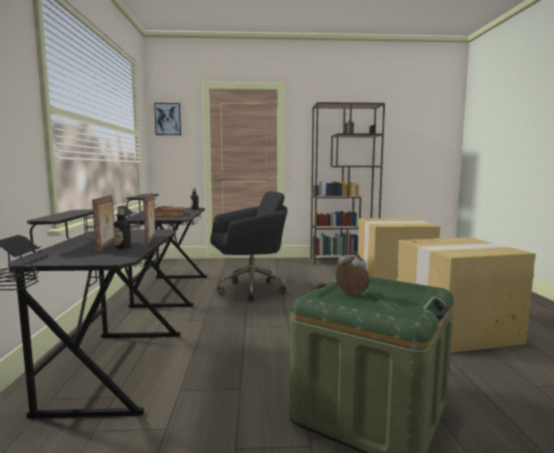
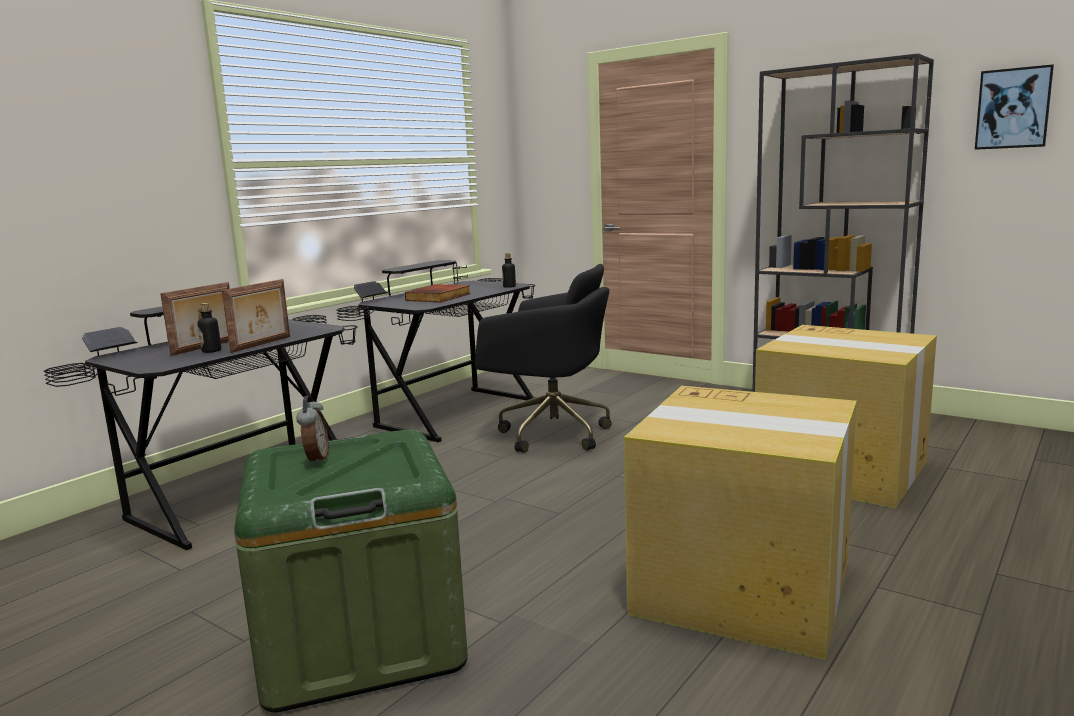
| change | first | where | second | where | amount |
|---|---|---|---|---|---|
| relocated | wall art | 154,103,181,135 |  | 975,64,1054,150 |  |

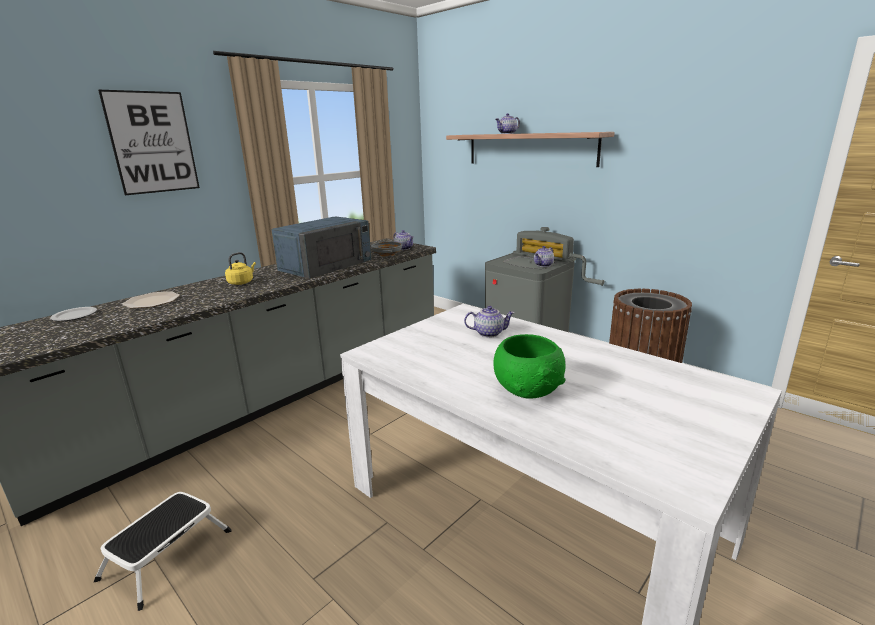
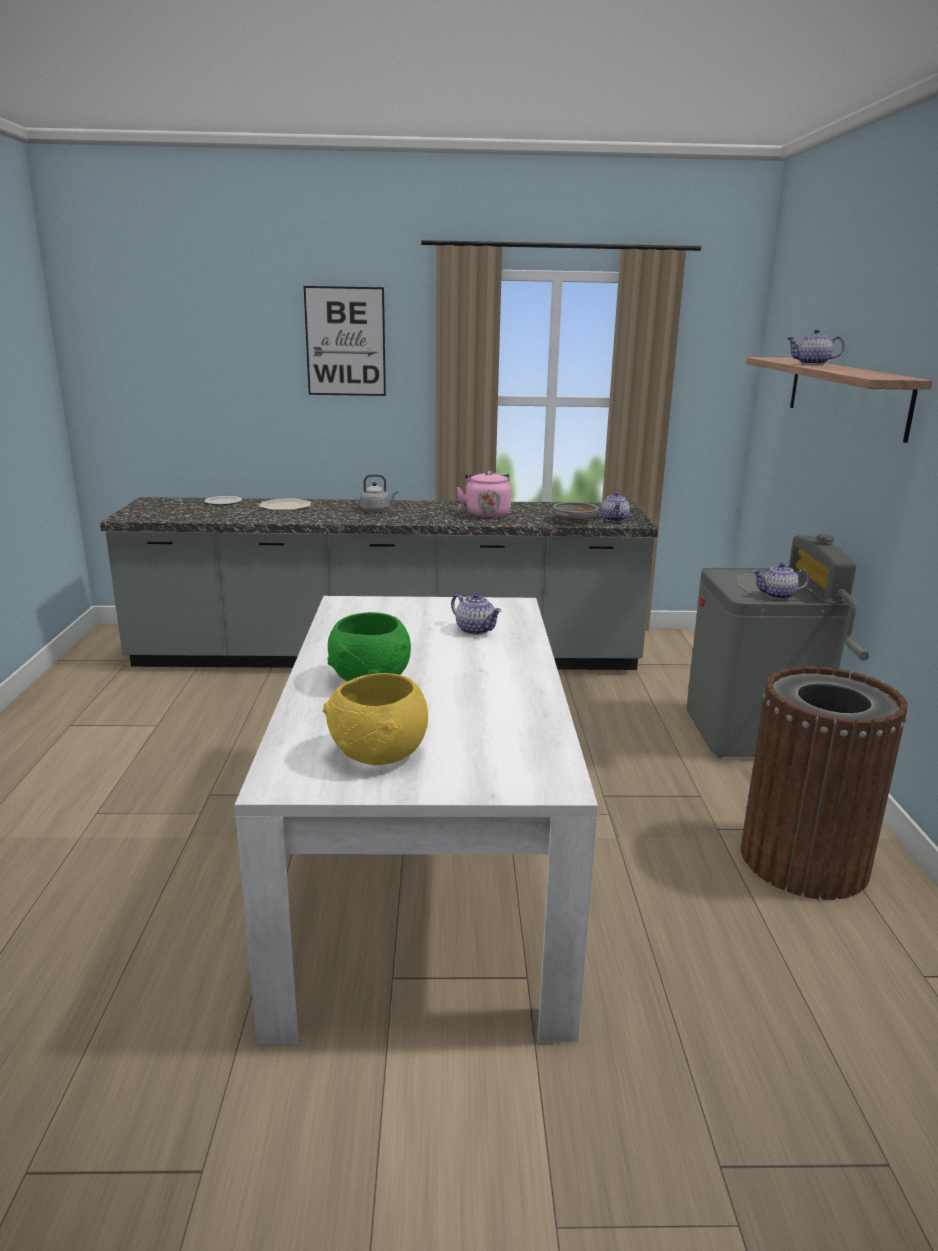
| change | first | where | second | where | amount |
|---|---|---|---|---|---|
| missing | black step ladder | 94,492,232,611 |  |  |  |
| colour | yellow water kettle | 225,252,256,285 | greyish water kettle | 360,474,398,512 |  |
| exchanged | bluish microwave oven | 272,216,371,278 | pink water kettle | 456,471,512,518 |  |
| appeared |  |  | yellow bowl | 323,673,428,765 |  |

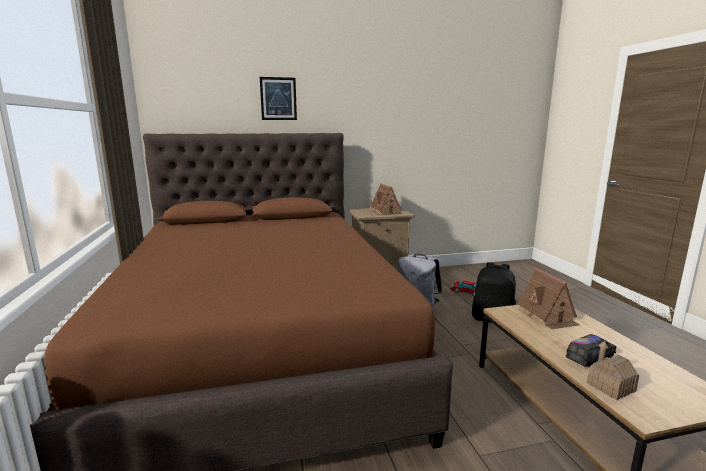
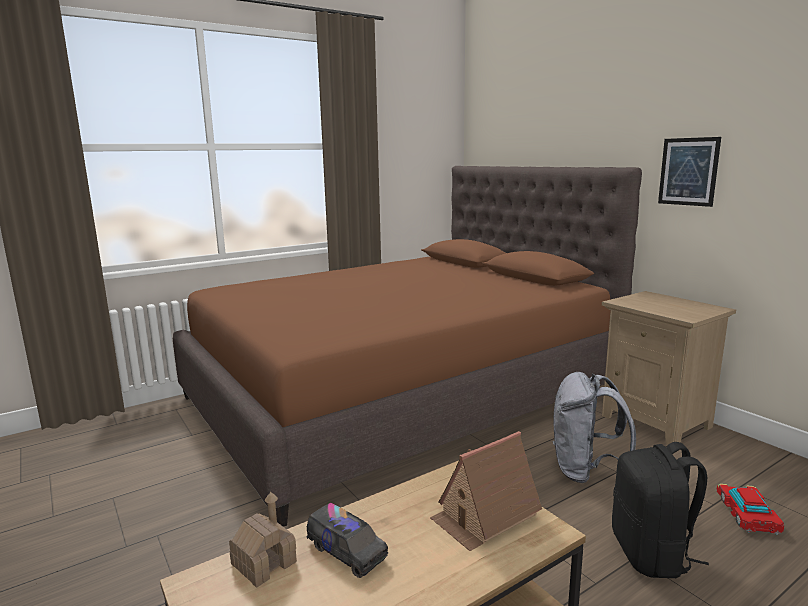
| change | first | where | second | where | amount |
|---|---|---|---|---|---|
| relocated | wall art | 260,77,297,120 |  | 658,137,721,207 |  |
| missing | toy house | 370,183,402,215 |  |  |  |

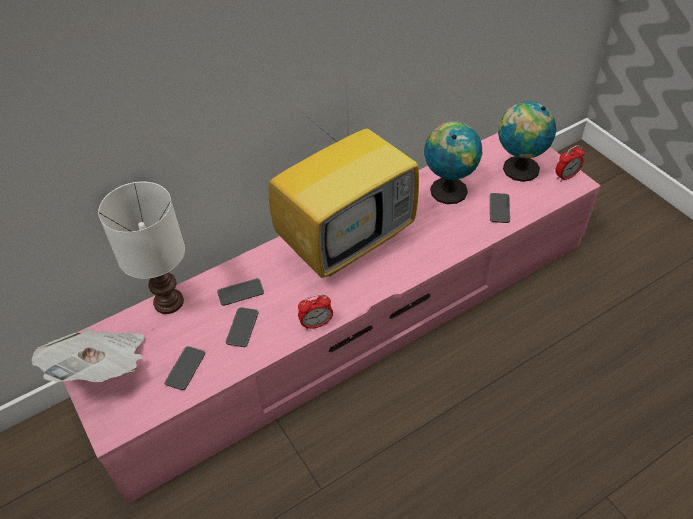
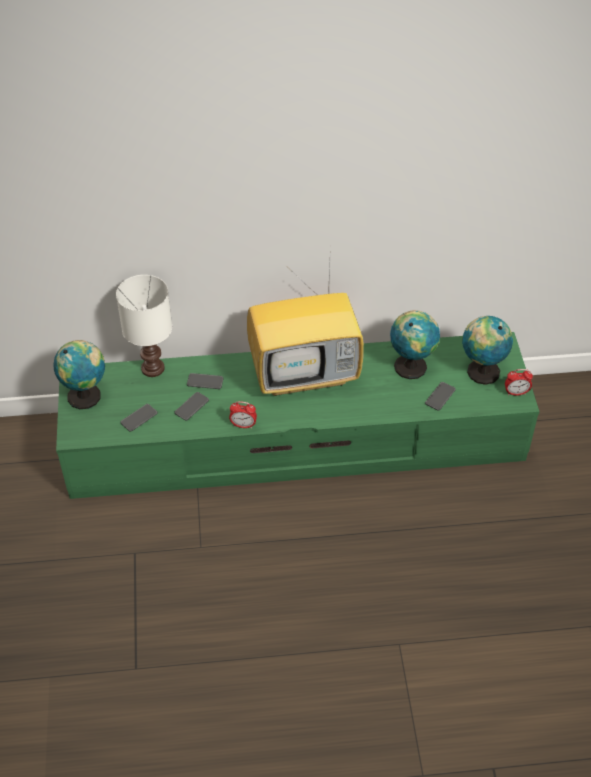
| change | first | where | second | where | amount |
|---|---|---|---|---|---|
| exchanged | daily paper | 31,329,145,382 | globe | 53,340,105,409 |  |
| colour | pink tv unit | 63,133,601,504 | greenish tv unit | 56,332,540,499 |  |

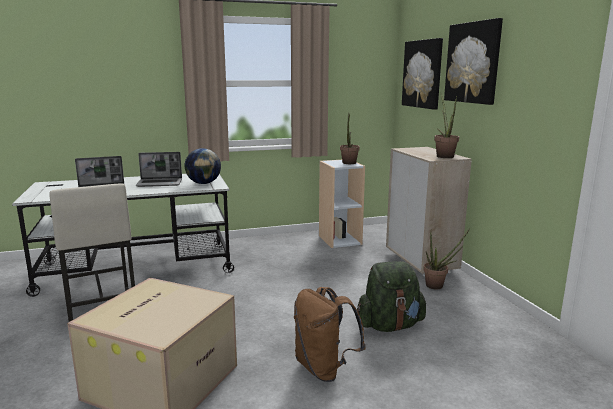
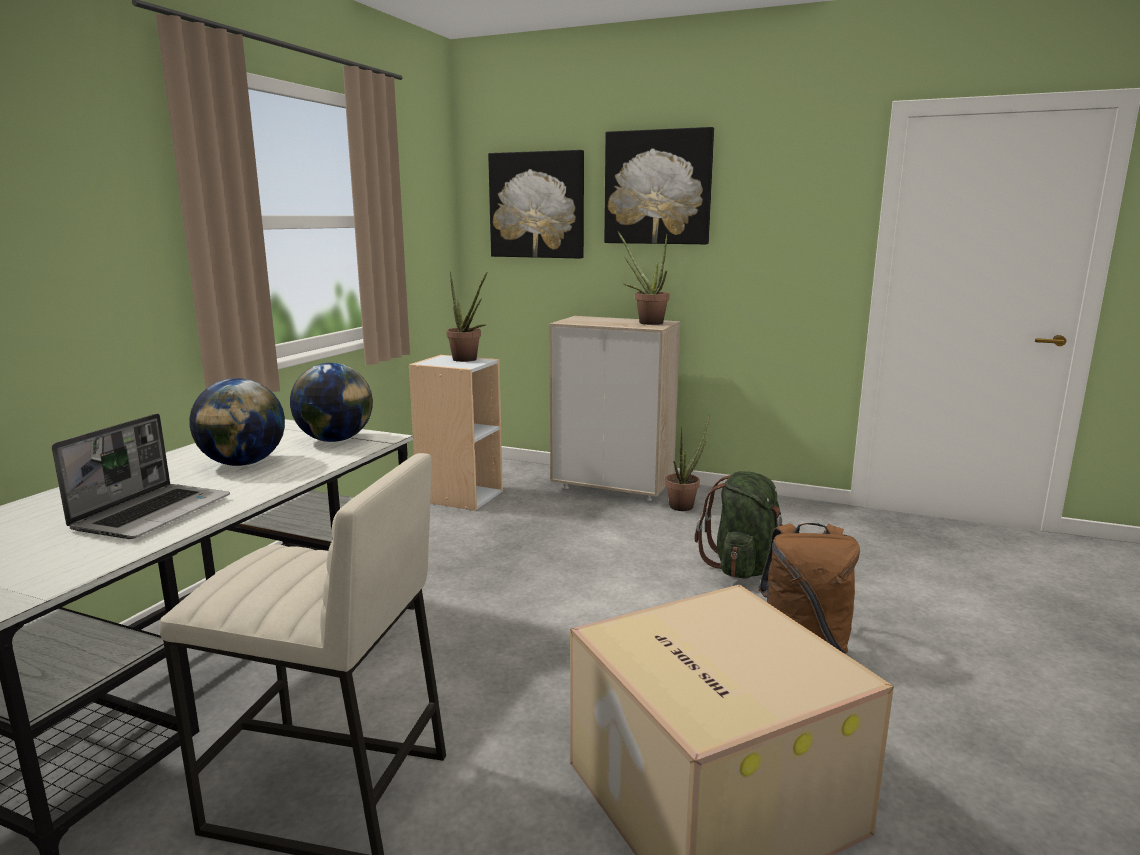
| change | first | where | second | where | amount |
|---|---|---|---|---|---|
| exchanged | portable computer | 136,152,182,187 | globe | 189,378,285,466 |  |

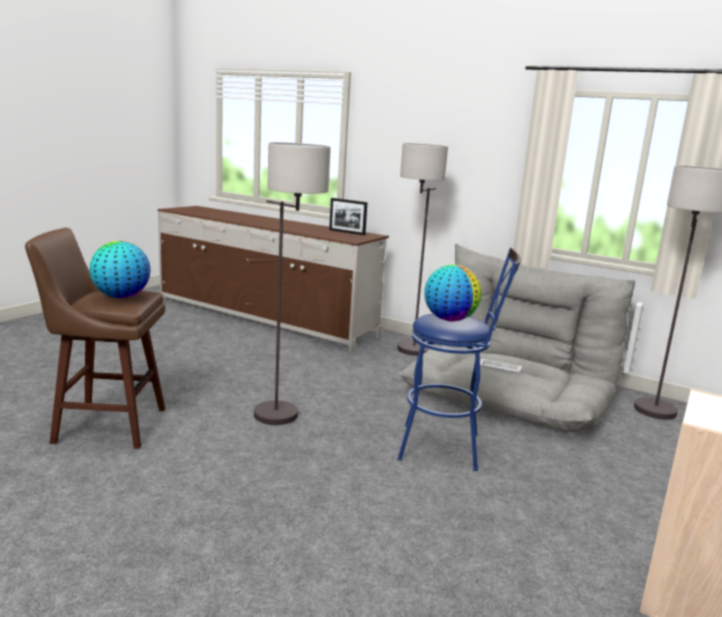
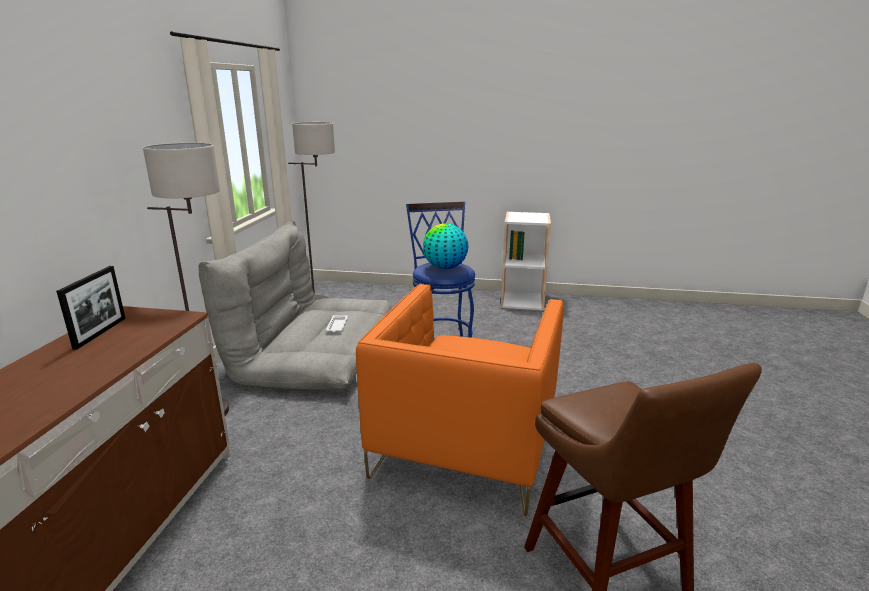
| change | first | where | second | where | amount |
|---|---|---|---|---|---|
| missing | globe | 89,241,151,298 |  |  |  |
| exchanged | greyish standard lamp | 254,142,331,425 | orange armchair | 356,283,564,517 |  |

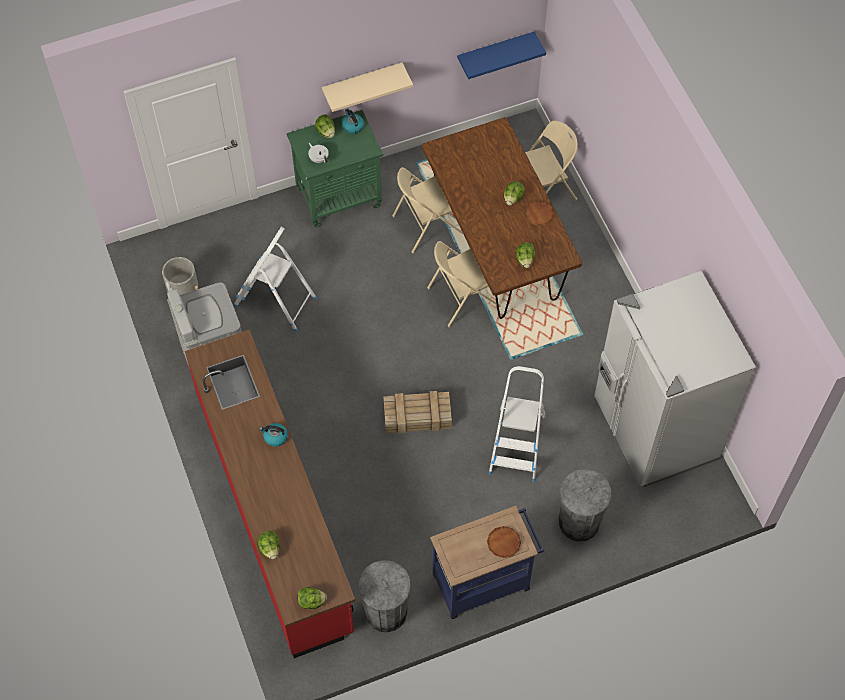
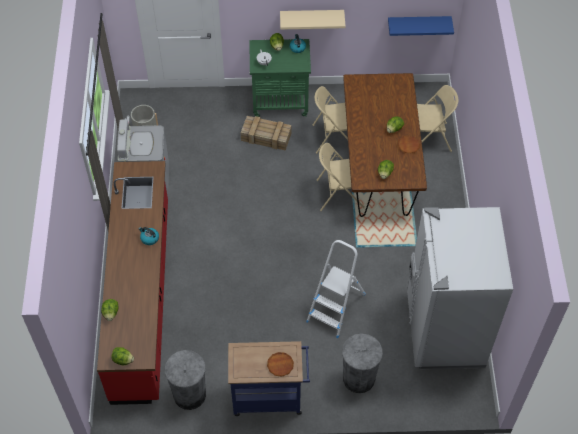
| change | first | where | second | where | amount |
|---|---|---|---|---|---|
| missing | whitish step ladder | 234,226,317,332 |  |  |  |
| relocated | crate | 383,391,452,433 |  | 241,116,292,151 |  |

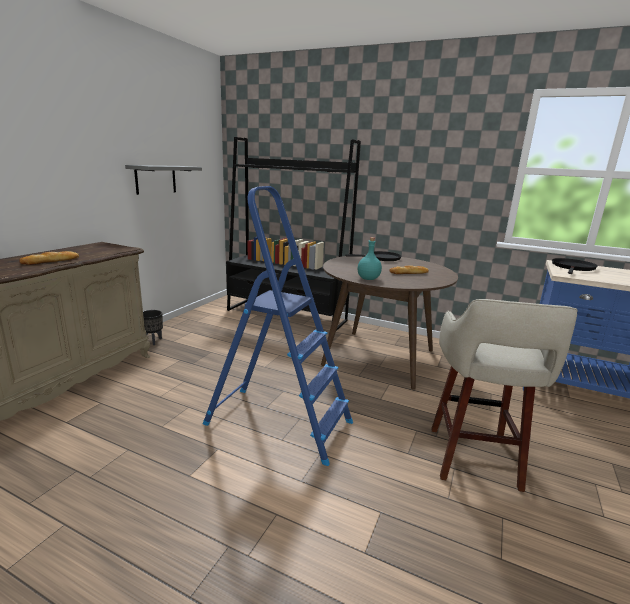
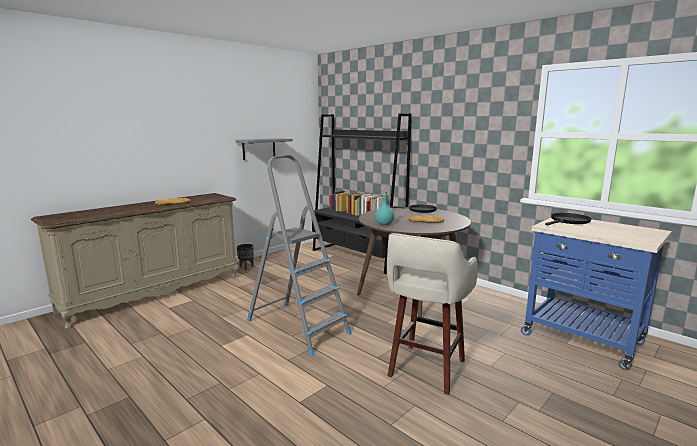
| change | first | where | second | where | amount |
|---|---|---|---|---|---|
| colour | bluish step ladder | 203,186,353,466 | greyish step ladder | 247,155,351,355 |  |

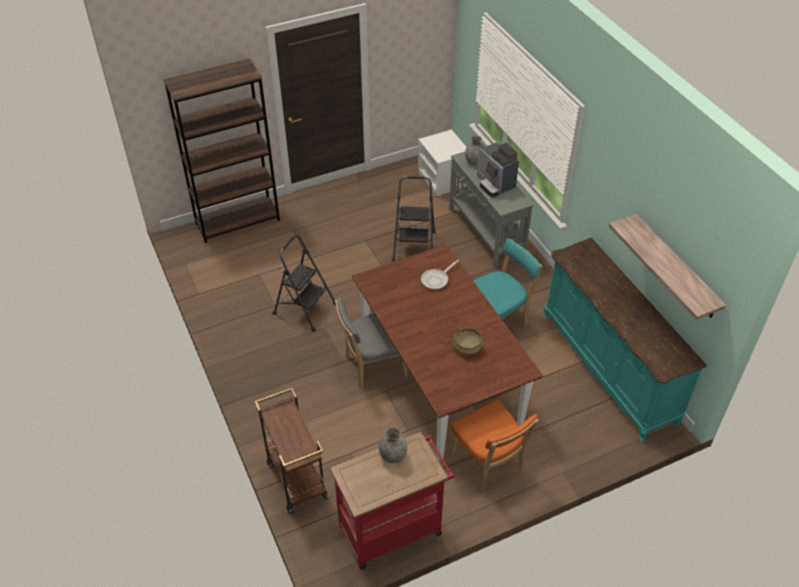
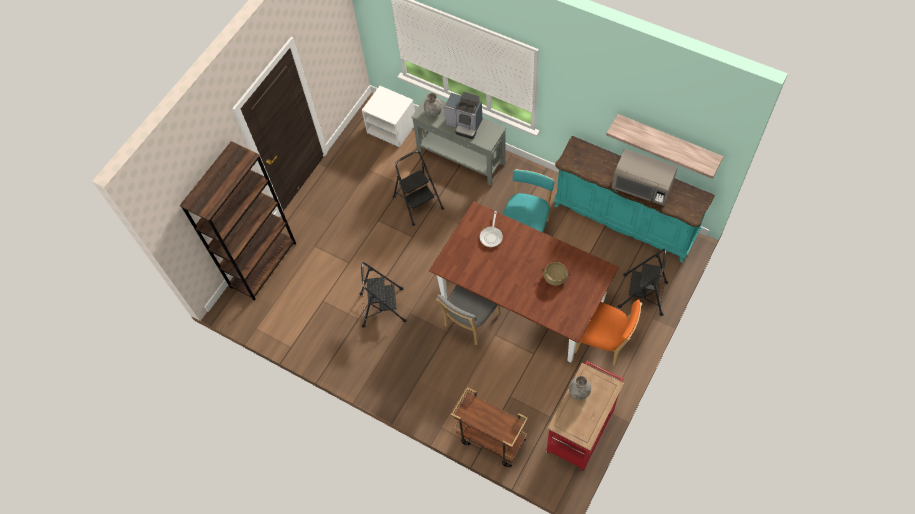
| change | first | where | second | where | amount |
|---|---|---|---|---|---|
| appeared |  |  | greyish microwave oven | 612,149,678,206 |  |
| appeared |  |  | black step ladder | 618,249,668,316 |  |

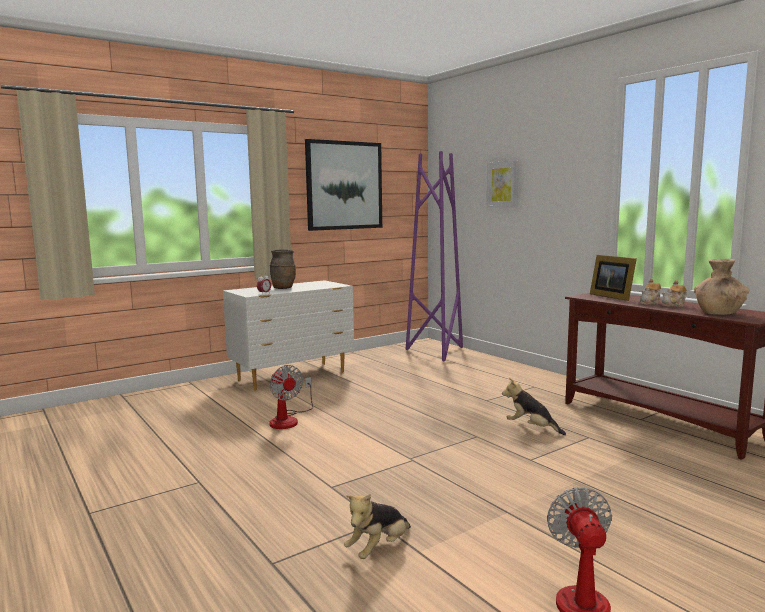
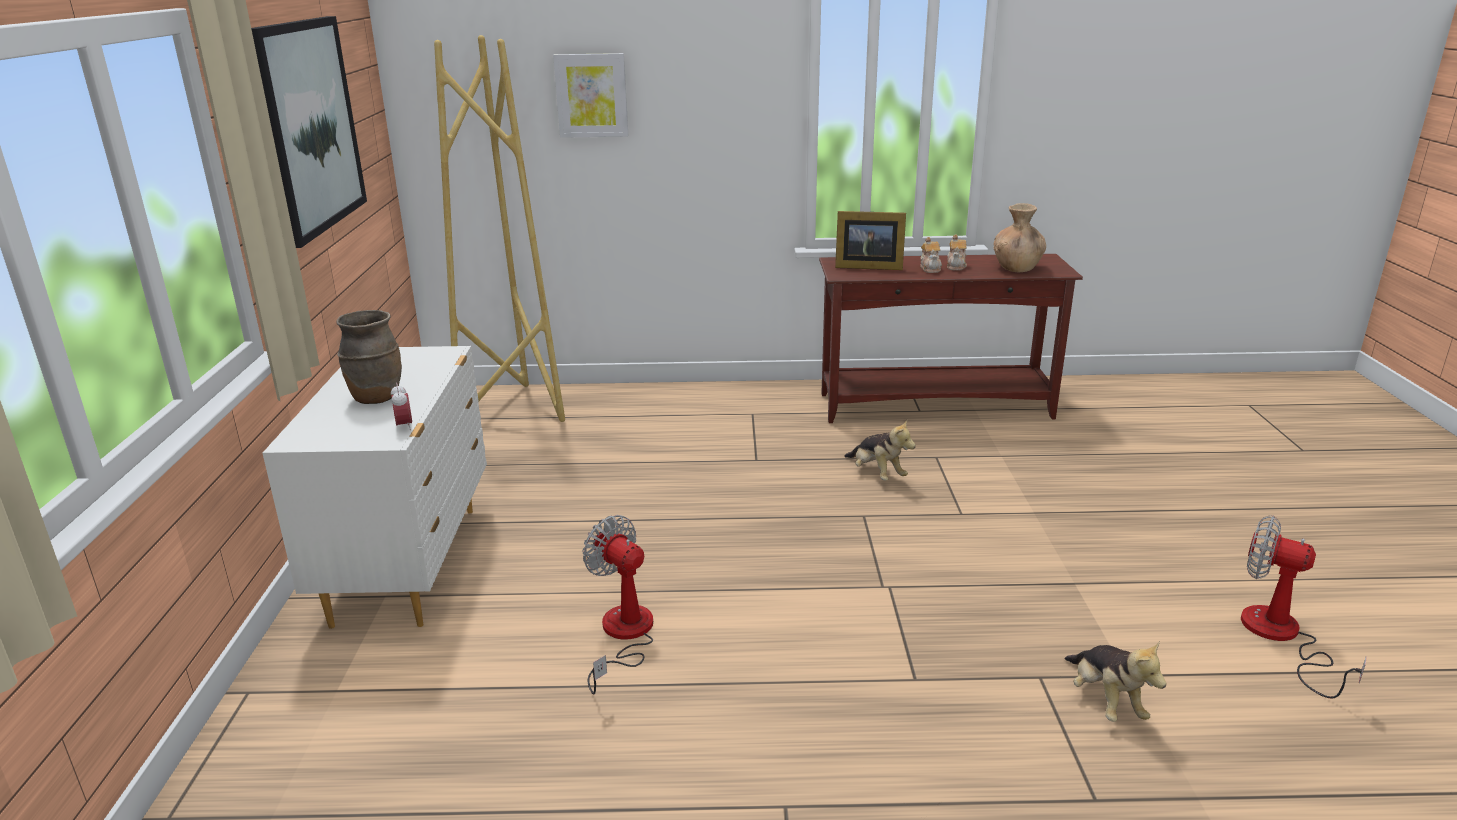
| change | first | where | second | where | amount |
|---|---|---|---|---|---|
| spun | cooling fan | 269,365,313,429 |  | 583,515,653,695 | 135 degrees counterclockwise |
| colour | purple garment stand | 406,151,463,362 | yellow garment stand | 434,35,565,422 |  |
| spun | soft toy | 502,378,566,435 |  | 844,420,916,480 | 105 degrees counterclockwise |

